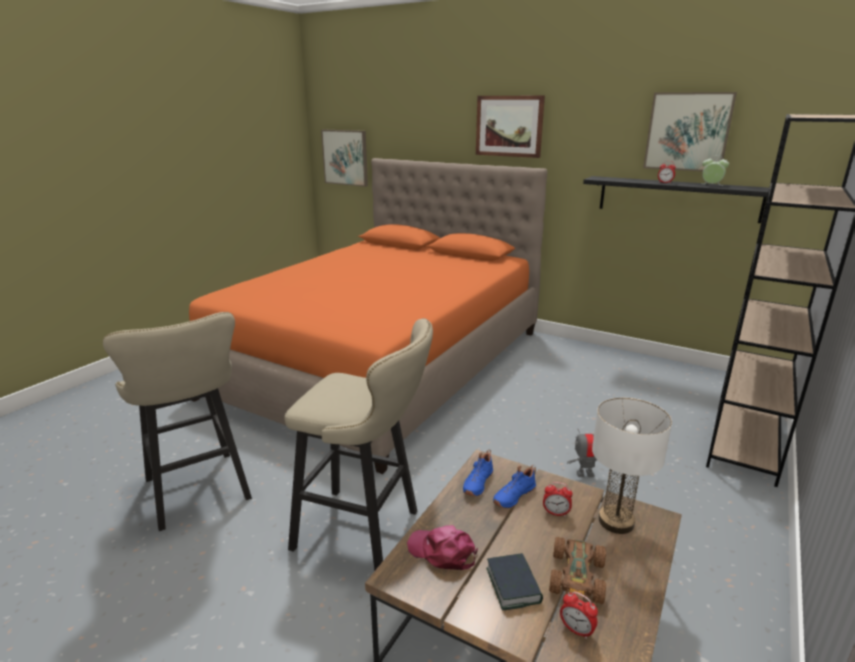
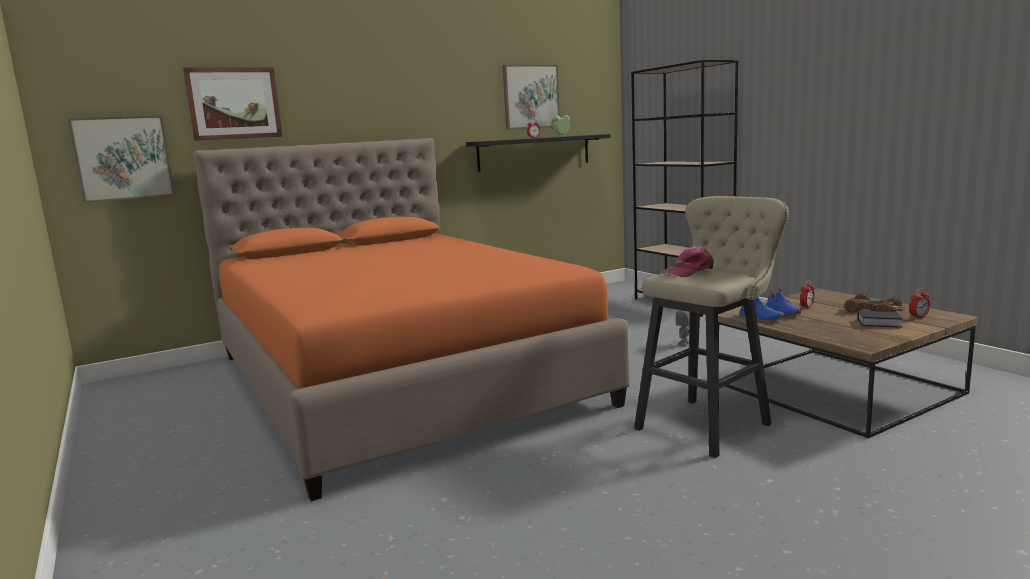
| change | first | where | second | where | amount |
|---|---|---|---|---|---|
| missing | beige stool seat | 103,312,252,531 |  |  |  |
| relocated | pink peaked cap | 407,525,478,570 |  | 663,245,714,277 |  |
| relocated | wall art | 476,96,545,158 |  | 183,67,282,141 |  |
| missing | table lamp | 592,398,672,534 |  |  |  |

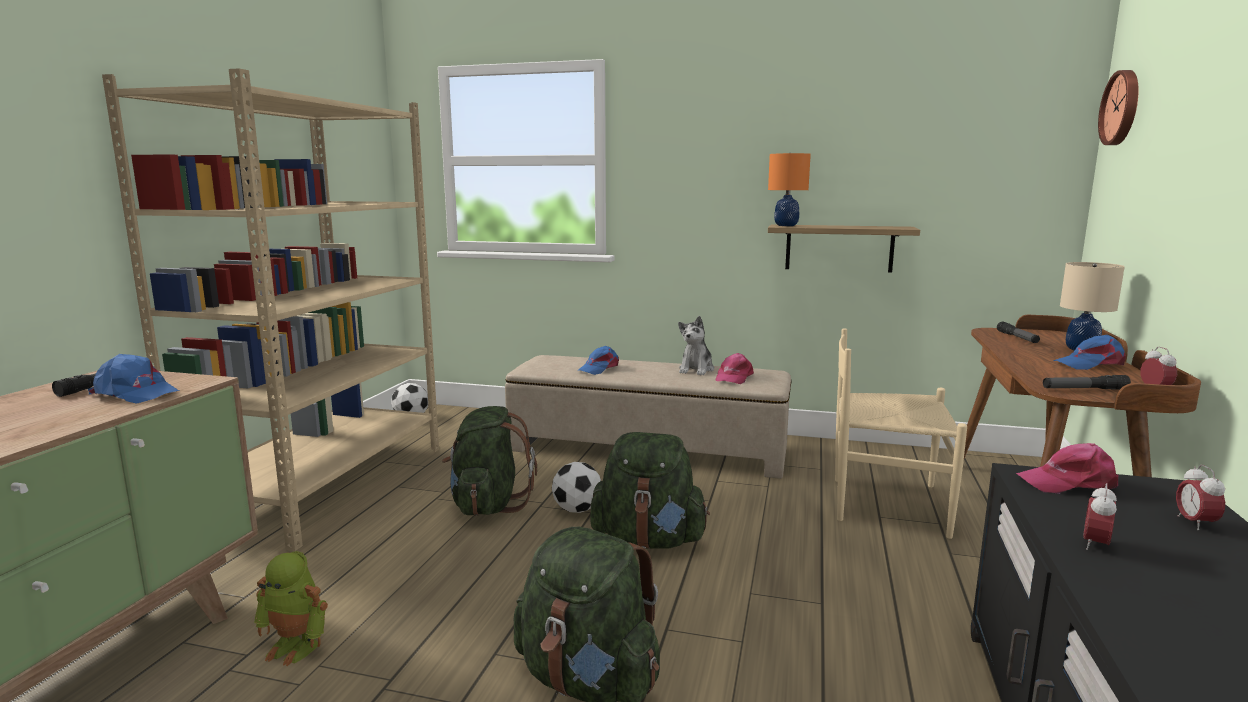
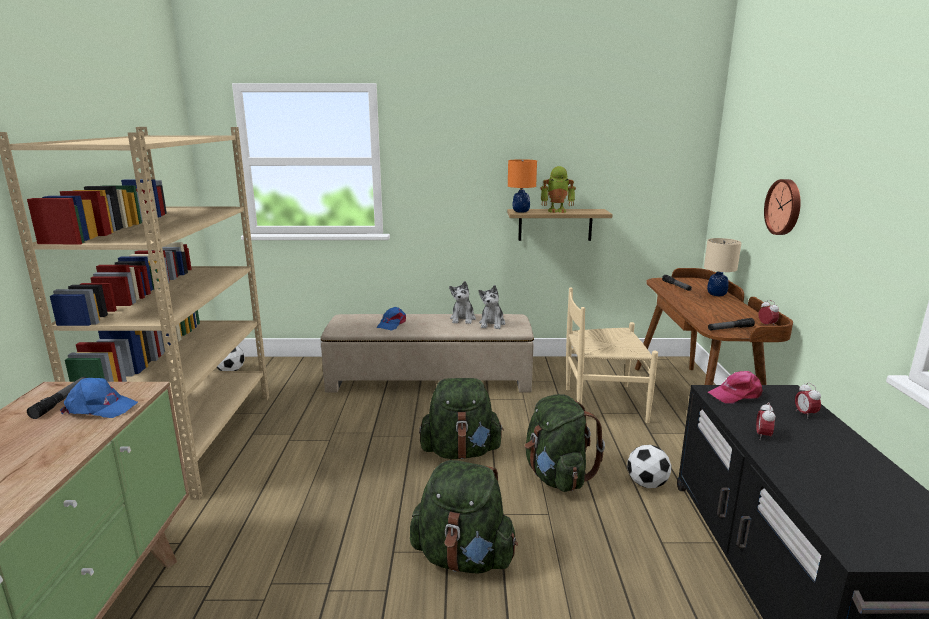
| change | first | where | second | where | amount |
|---|---|---|---|---|---|
| relocated | robot figure | 254,551,328,666 |  | 541,166,576,213 |  |
| relocated | greenish backpack | 442,406,537,515 |  | 525,394,605,492 |  |
| relocated | football | 552,462,601,513 |  | 627,445,671,488 |  |
| exchanged | pink peaked cap | 715,353,754,384 | soft toy | 479,285,505,329 |  |
| missing | bluish peaked cap | 1053,335,1126,370 |  |  |  |
| relocated | hanging clock | 1098,70,1139,145 |  | 764,179,801,235 |  |

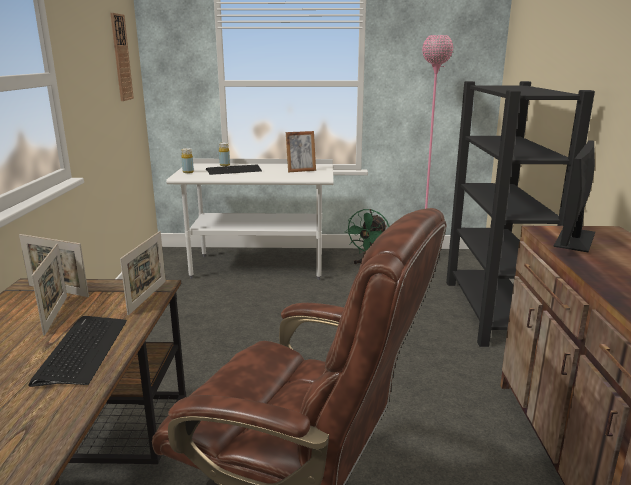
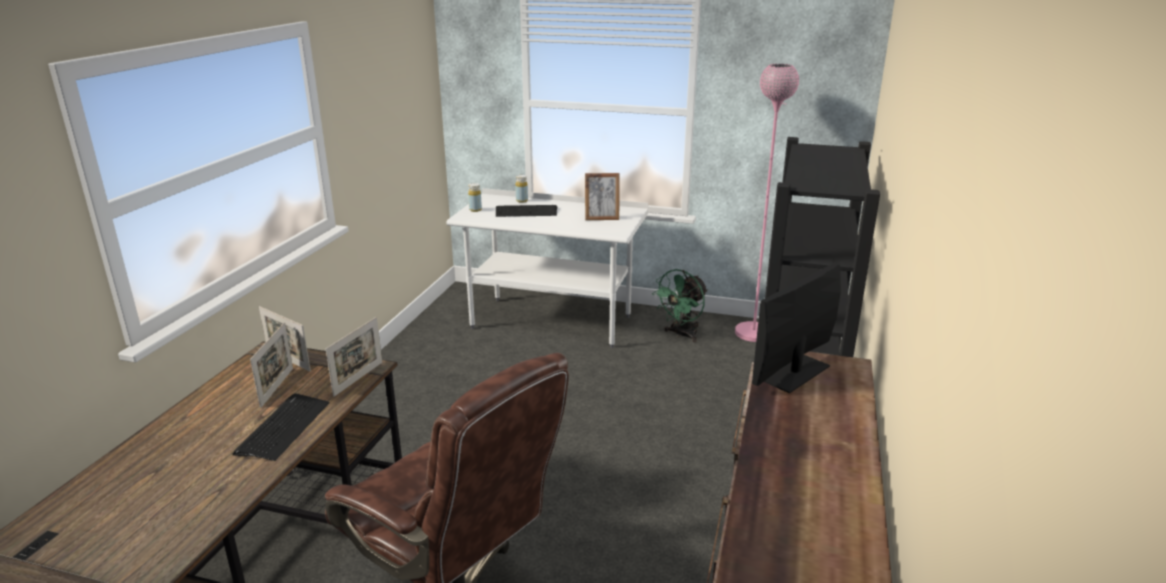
| change | first | where | second | where | amount |
|---|---|---|---|---|---|
| missing | hanging clock | 110,13,134,101 |  |  |  |

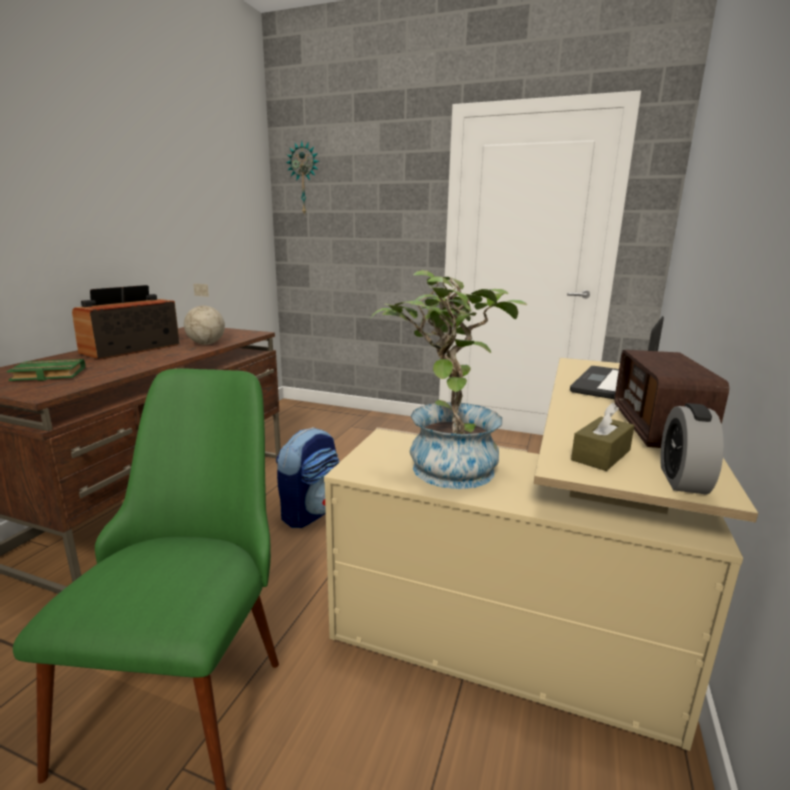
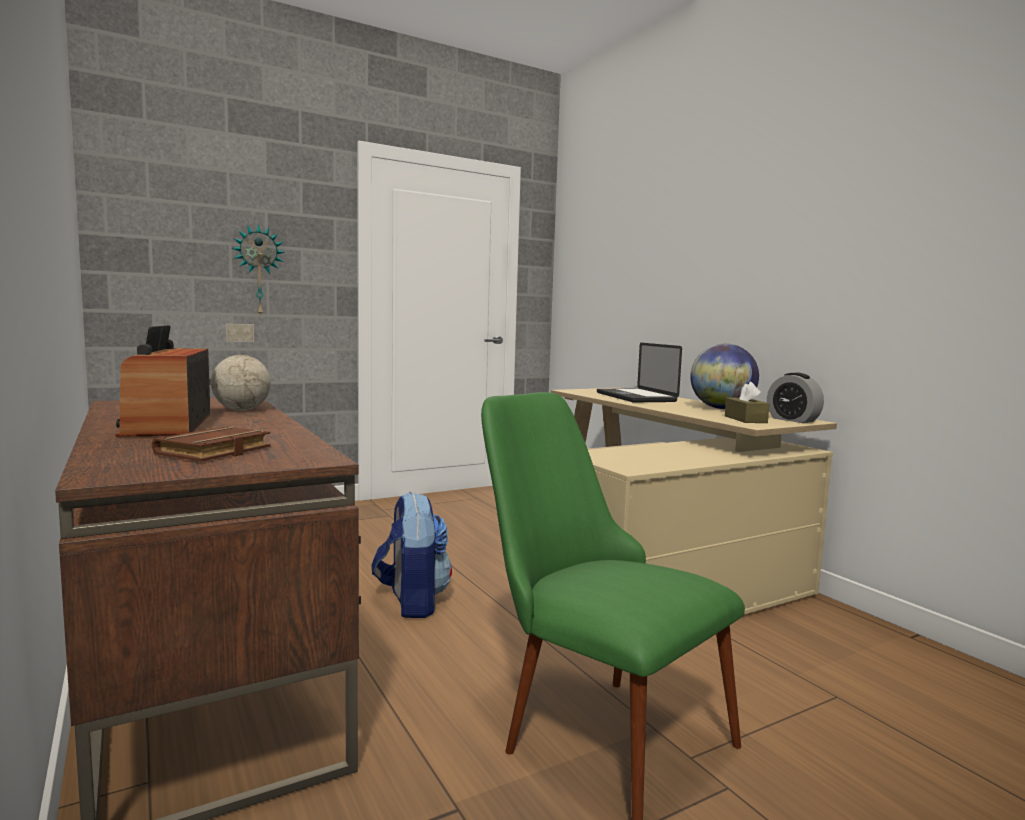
| change | first | where | second | where | amount |
|---|---|---|---|---|---|
| colour | greenish bound book | 7,359,85,381 | brownish bound book | 152,426,271,462 |  |
| relocated | hanging clock | 286,141,320,216 |  | 232,224,285,317 |  |
| missing | houseplant | 371,270,527,489 |  |  |  |
| exchanged | radio receiver | 614,350,729,448 | globe | 690,344,759,409 |  |

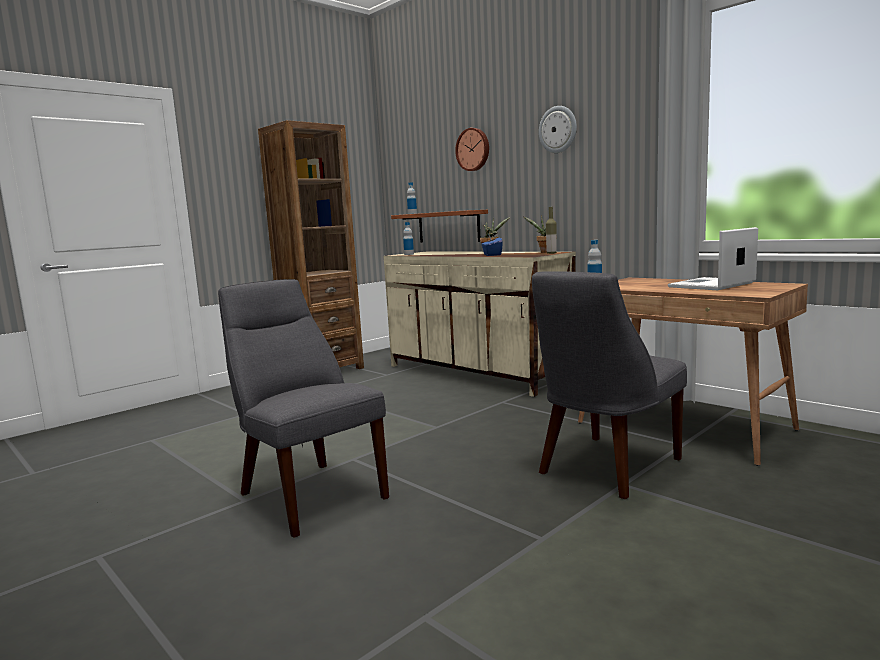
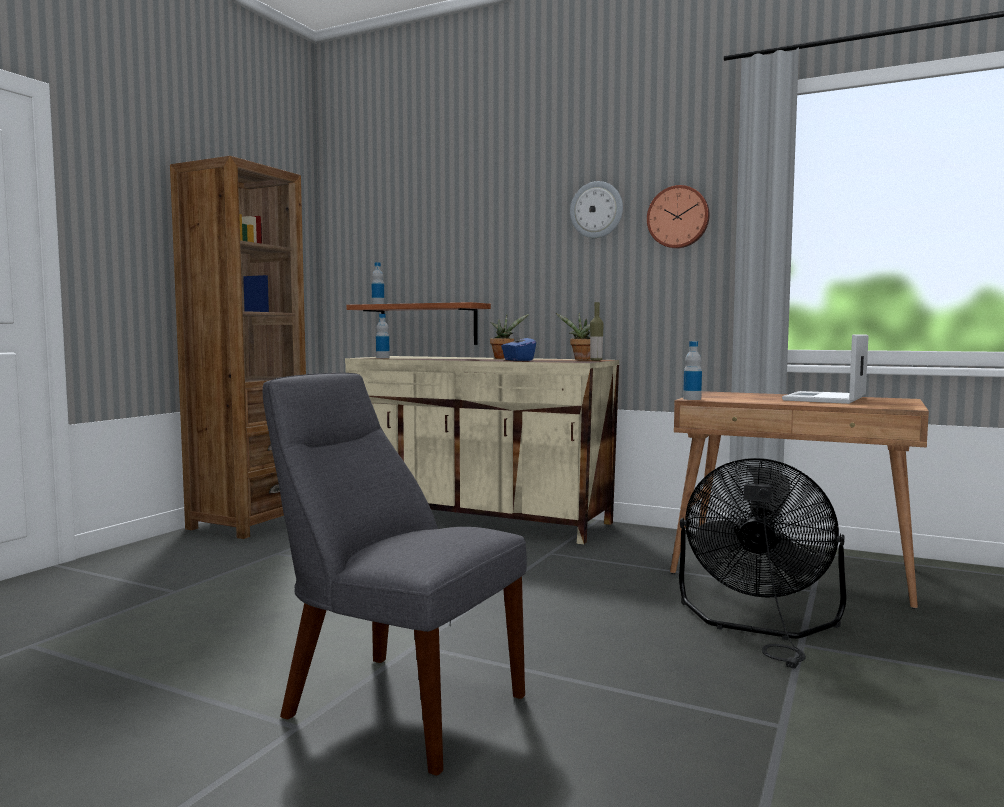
| change | first | where | second | where | amount |
|---|---|---|---|---|---|
| relocated | hanging clock | 455,128,489,171 |  | 647,185,710,248 |  |
| exchanged | greyish plain chair | 532,271,687,499 | black cooling fan | 679,458,847,669 |  |

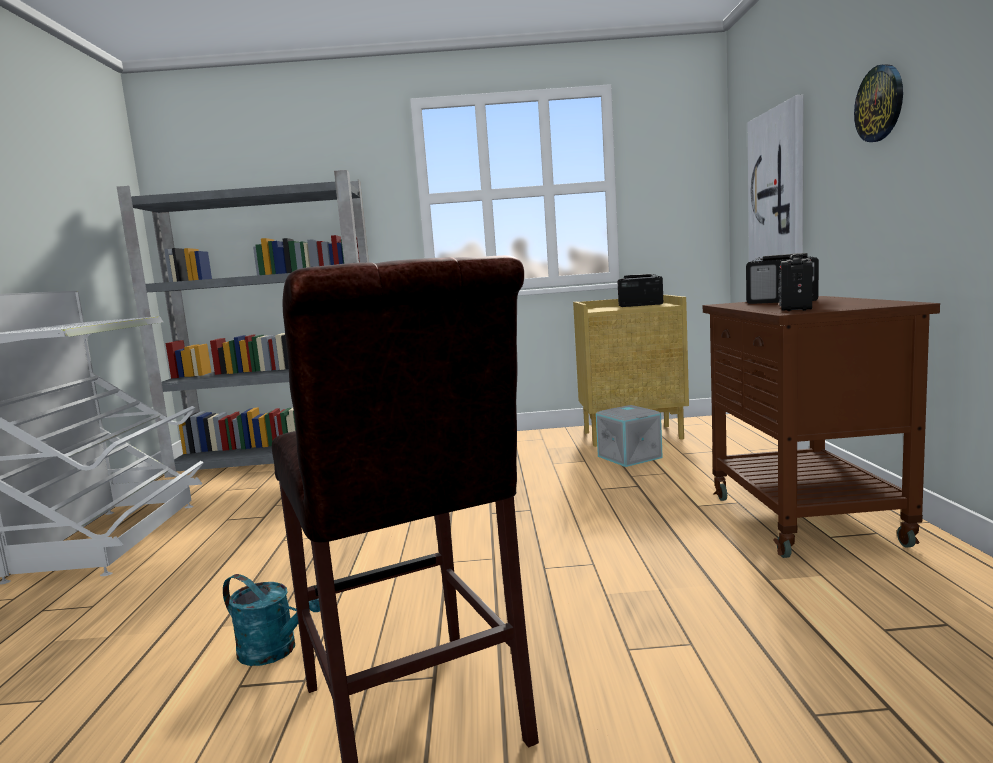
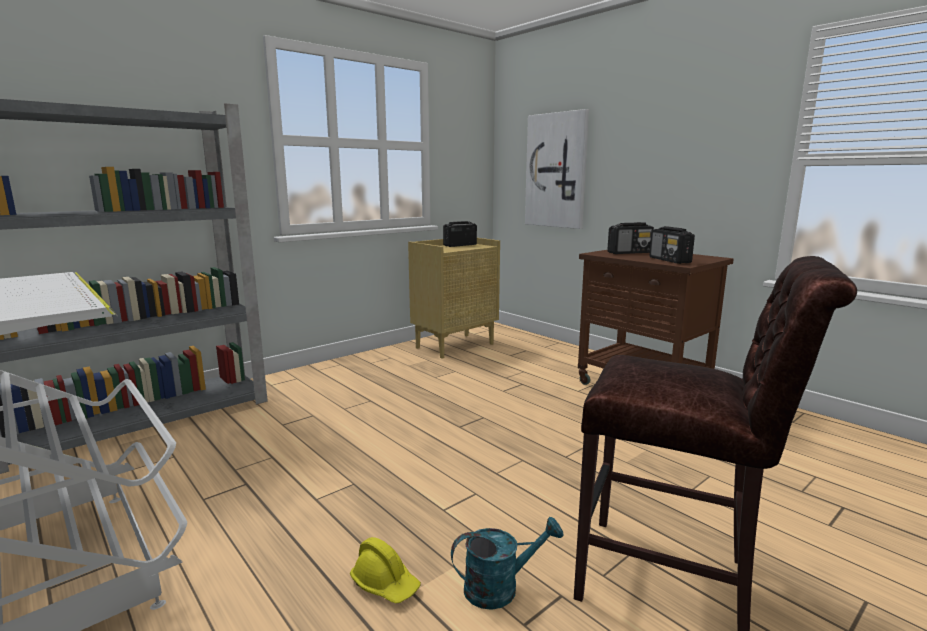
| change | first | where | second | where | amount |
|---|---|---|---|---|---|
| missing | greyish storage bin | 596,405,663,467 |  |  |  |
| missing | hanging clock | 854,64,903,142 |  |  |  |
| appeared |  |  | yellow hard hat | 350,537,421,604 |  |

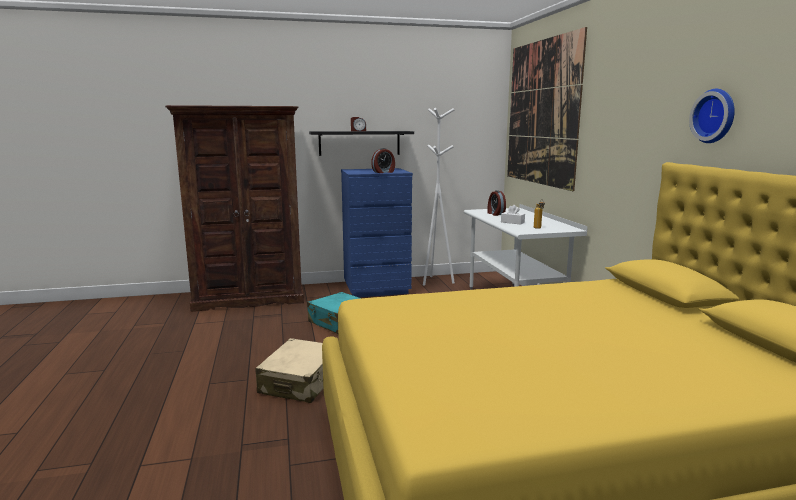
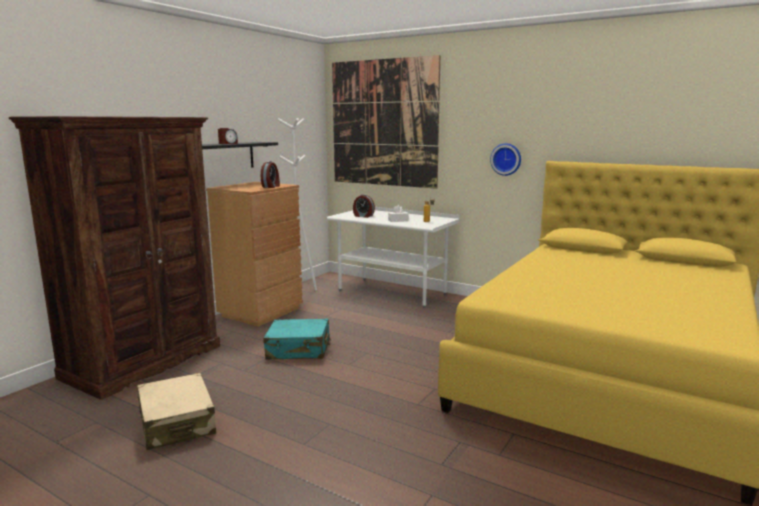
| change | first | where | second | where | amount |
|---|---|---|---|---|---|
| relocated | beige piece of luggage | 255,338,323,403 |  | 137,373,216,450 |  |
| colour | bluish chest of drawers | 341,168,413,297 | brownish chest of drawers | 206,182,303,327 |  |
| relocated | hanging clock | 689,89,735,143 |  | 490,143,521,176 |  |

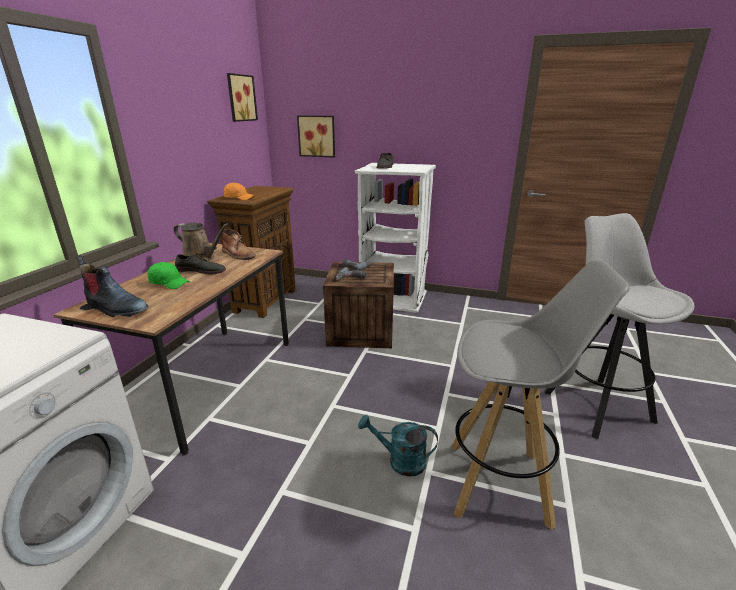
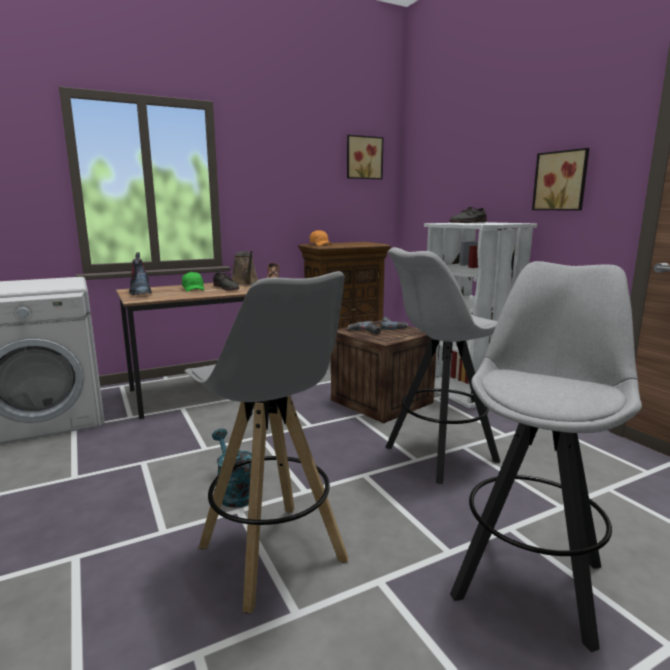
| change | first | where | second | where | amount |
|---|---|---|---|---|---|
| relocated | wall art | 297,116,335,157 |  | 532,148,589,211 |  |
| appeared |  |  | greyish stool seat | 385,247,500,484 |  |

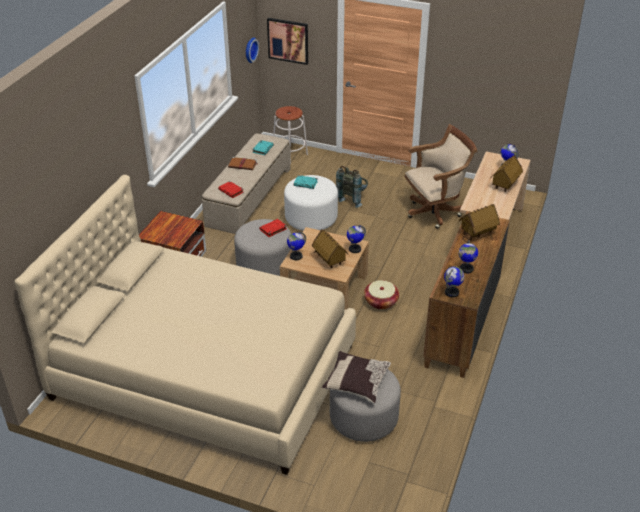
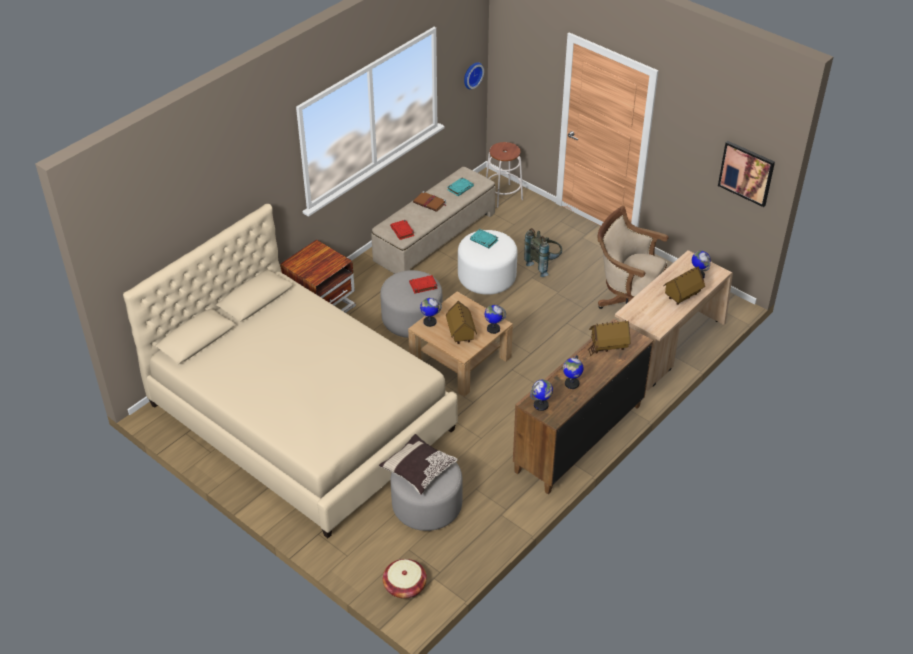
| change | first | where | second | where | amount |
|---|---|---|---|---|---|
| relocated | wall art | 267,18,308,65 |  | 718,141,775,207 |  |
| relocated | basket | 364,280,399,310 |  | 383,559,427,599 |  |
| spun | desk chair | 404,124,477,229 |  | 598,205,669,309 | 150 degrees counterclockwise |

